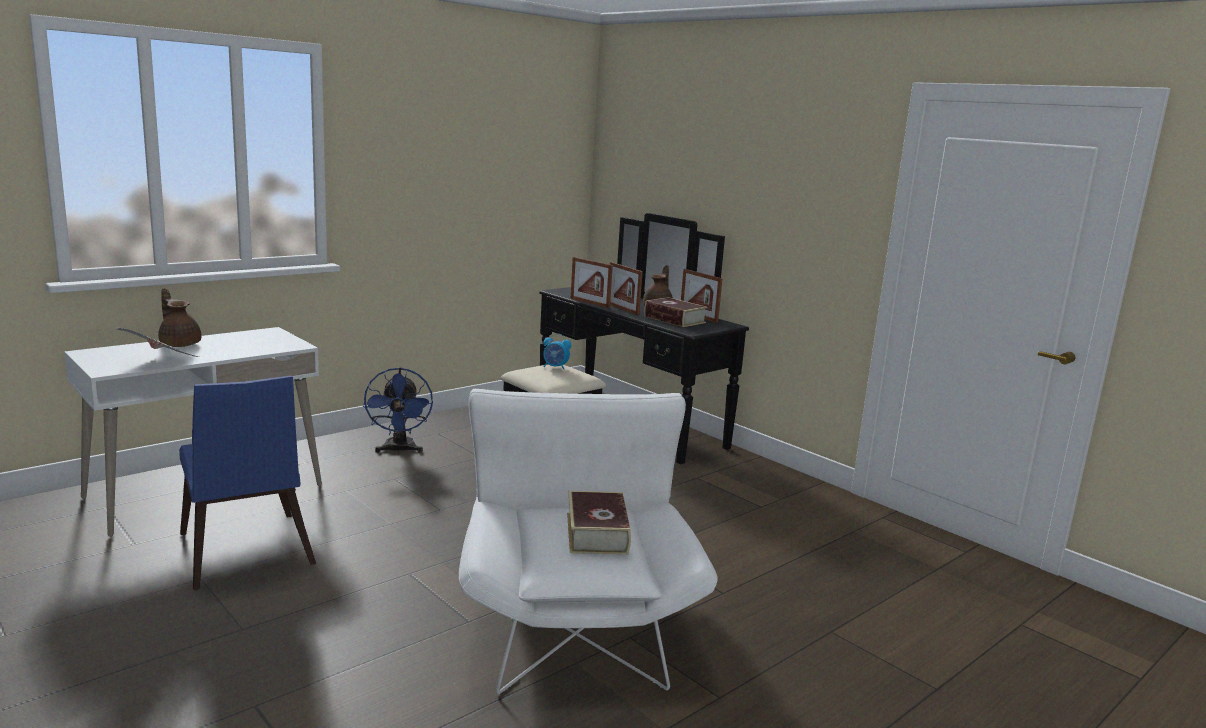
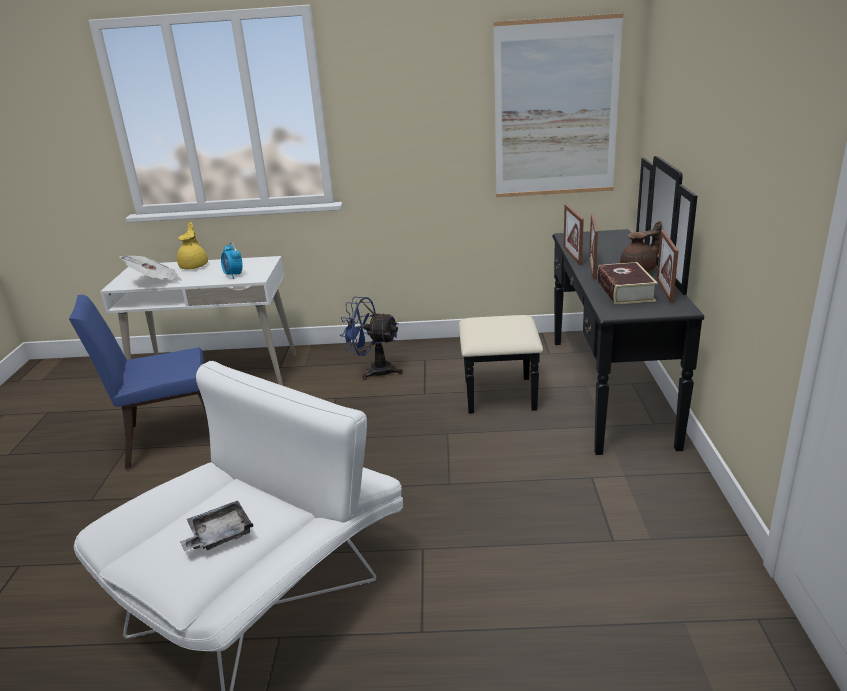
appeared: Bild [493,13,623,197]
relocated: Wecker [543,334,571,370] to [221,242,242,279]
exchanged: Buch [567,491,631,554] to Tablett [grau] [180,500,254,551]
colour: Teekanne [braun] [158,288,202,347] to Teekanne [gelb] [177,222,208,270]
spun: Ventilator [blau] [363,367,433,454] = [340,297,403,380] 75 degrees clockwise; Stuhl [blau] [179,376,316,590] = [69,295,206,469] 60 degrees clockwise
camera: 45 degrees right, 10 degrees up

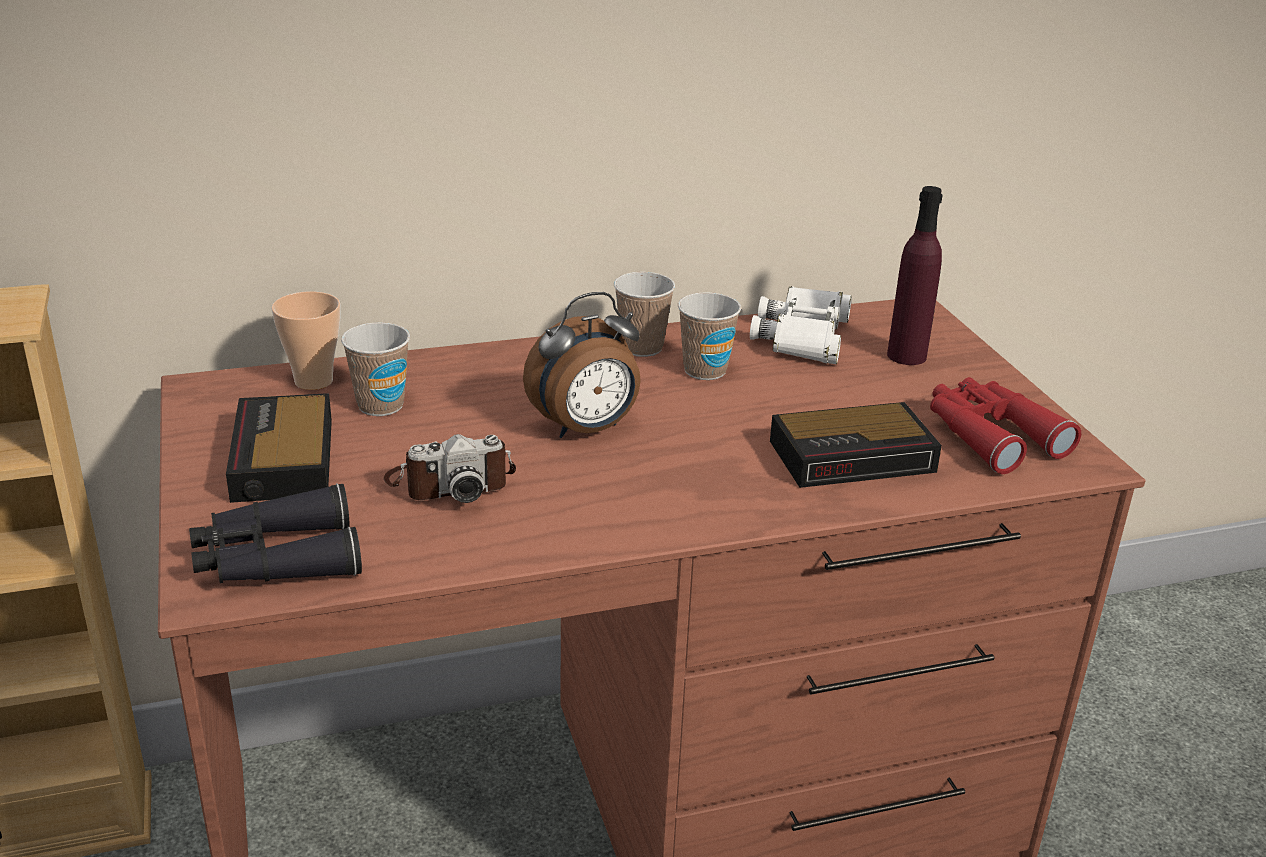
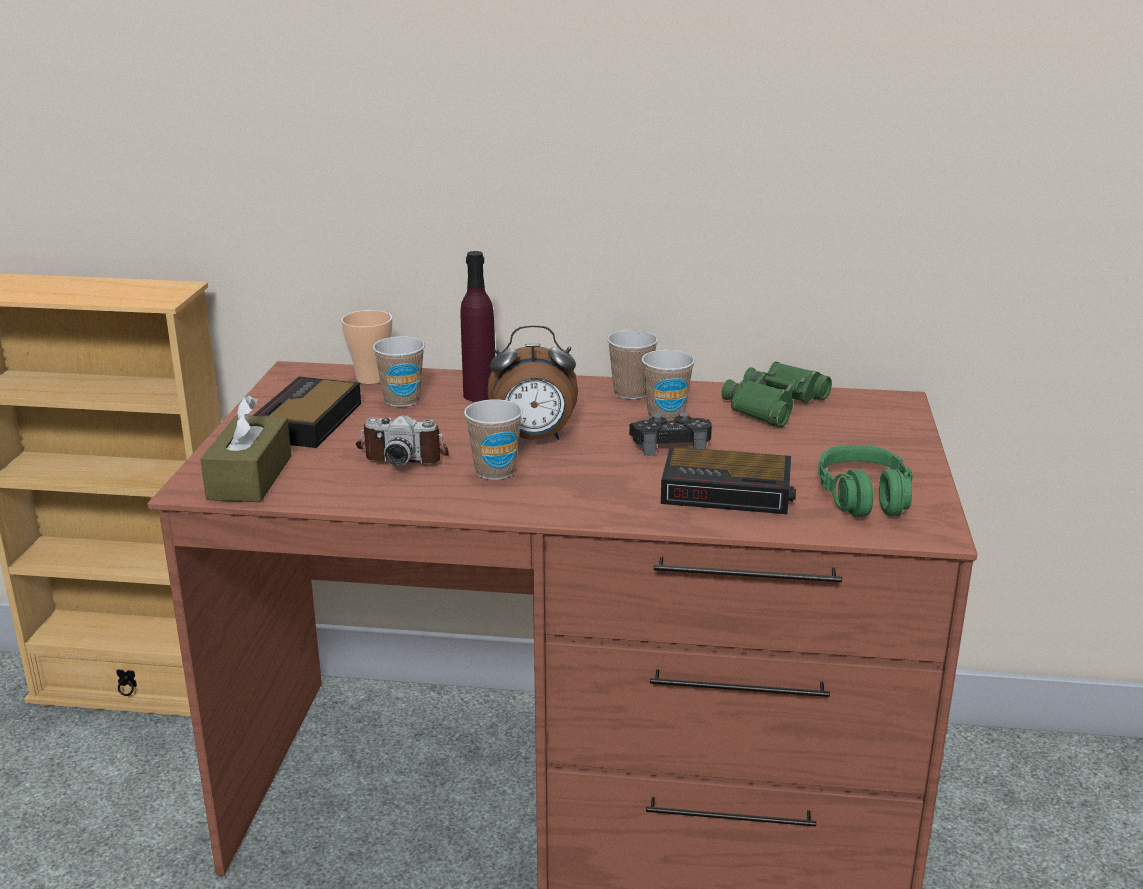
appeared: Tasse [464,399,523,480]; Gamepad [schwarz] [629,412,712,456]
relocated: Flasche [lila] [887,186,943,365] to [460,251,495,402]
exchanged: Fernglas [rot] [930,377,1081,474] to Kopfhörer [grün] [818,445,913,517]; Fernglas [schwarz] [189,483,362,583] to Taschentuchbox [braun] [200,396,291,502]
colour: Fernglas [weiß] [750,286,852,364] to Fernglas [grün] [722,361,832,427]
camera: 25 degrees right, 5 degrees down

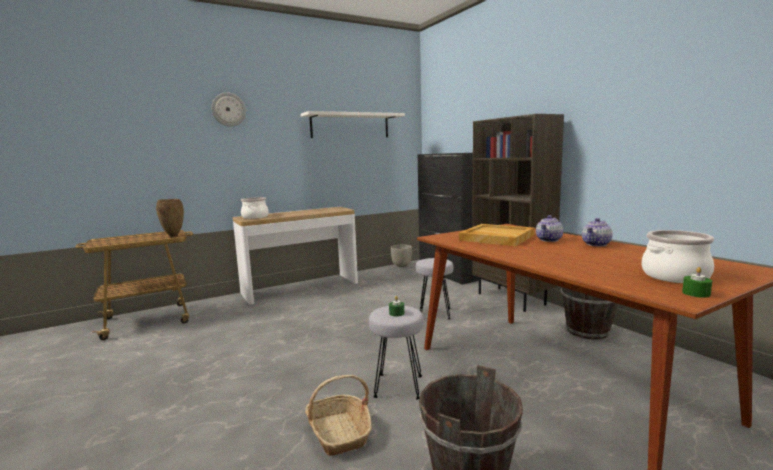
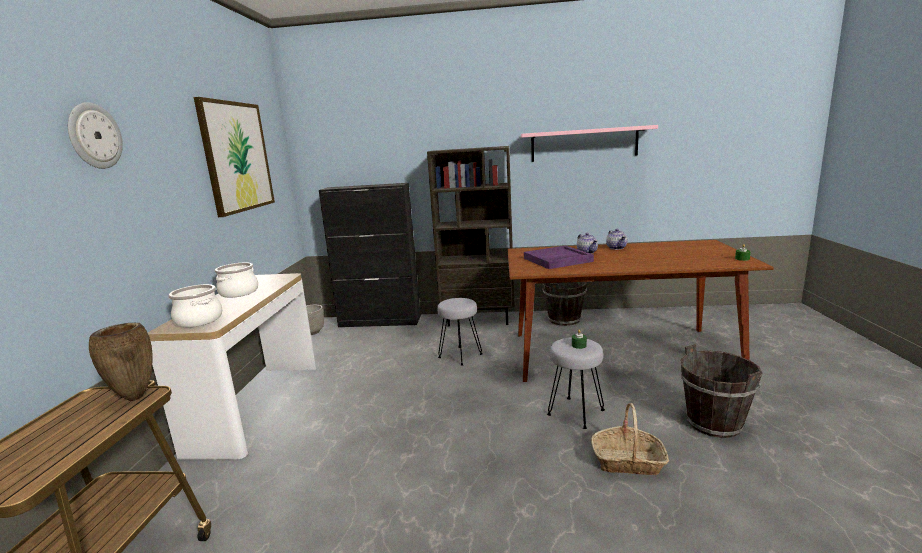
appeared: Wandregal [rosa] [521,125,658,162]
relocated: Kochtopf [642,230,714,283] to [215,262,258,298]
exchanged: Wandregal [weiß] [301,111,405,138] to Bild [194,97,275,217]
colour: Tablett [beige] [459,224,534,246] to Tablett [lila] [524,246,594,269]
camera: 55 degrees left, 5 degrees up

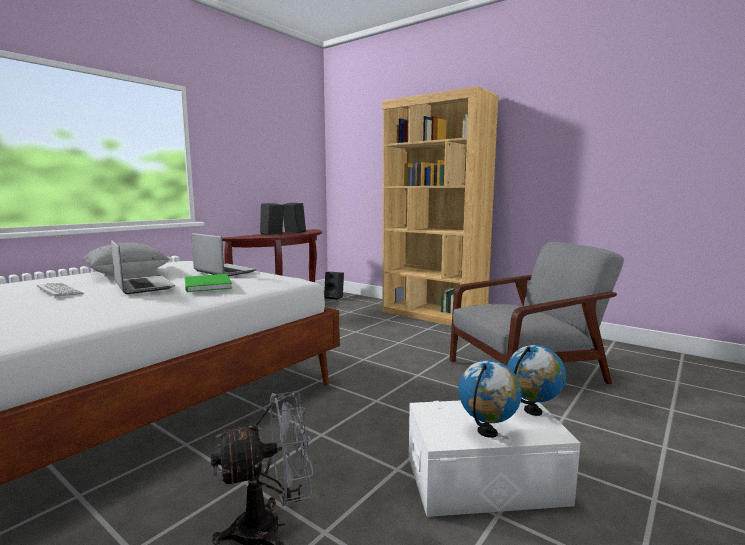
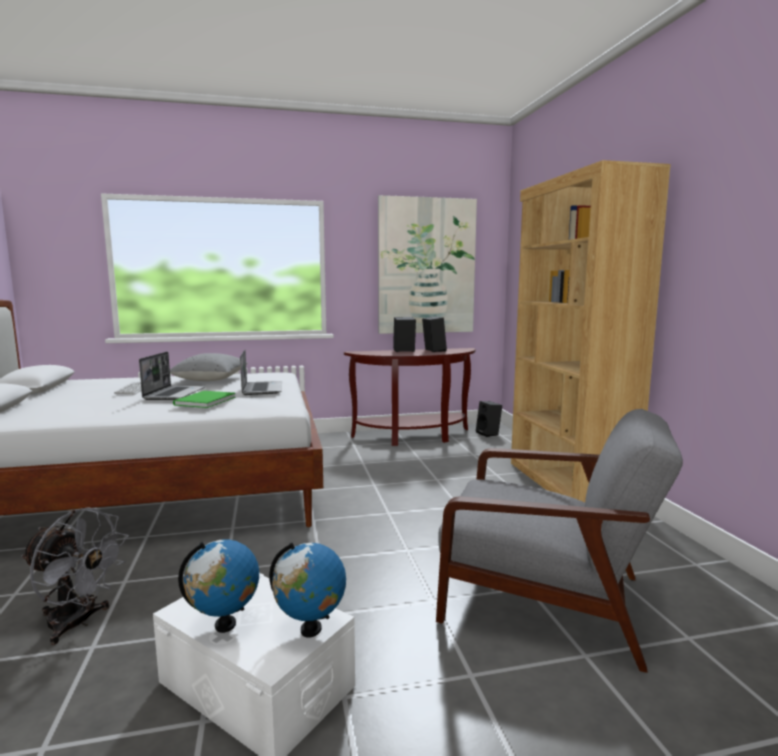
appeared: Bild [378,195,477,334]
camera: 40 degrees right, 0 degrees up

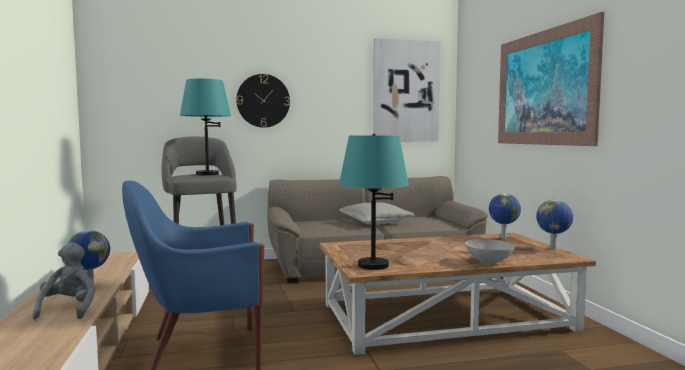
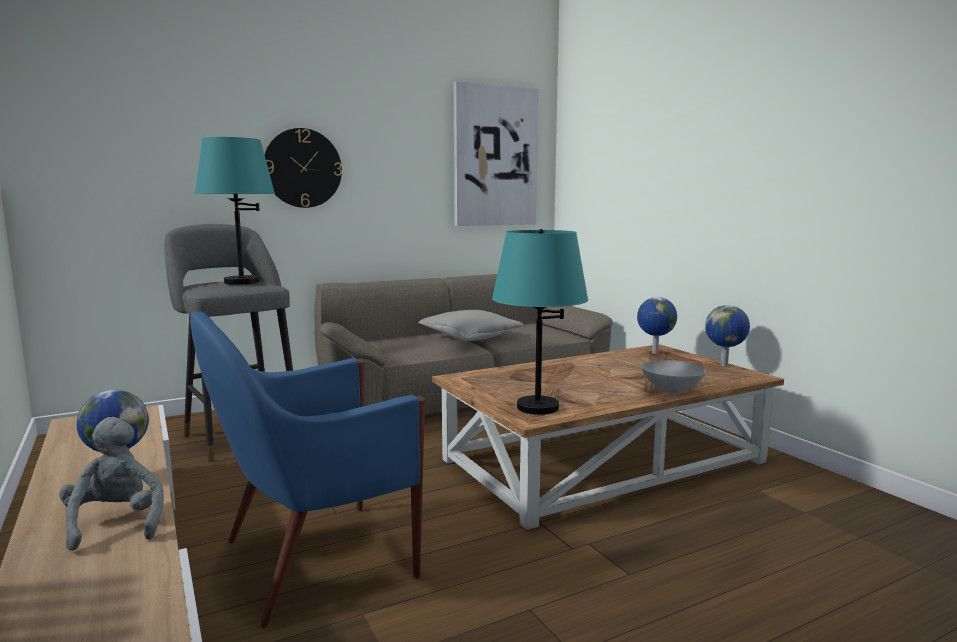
missing: Bild [498,12,604,146]
camera: 15 degrees left, 5 degrees up

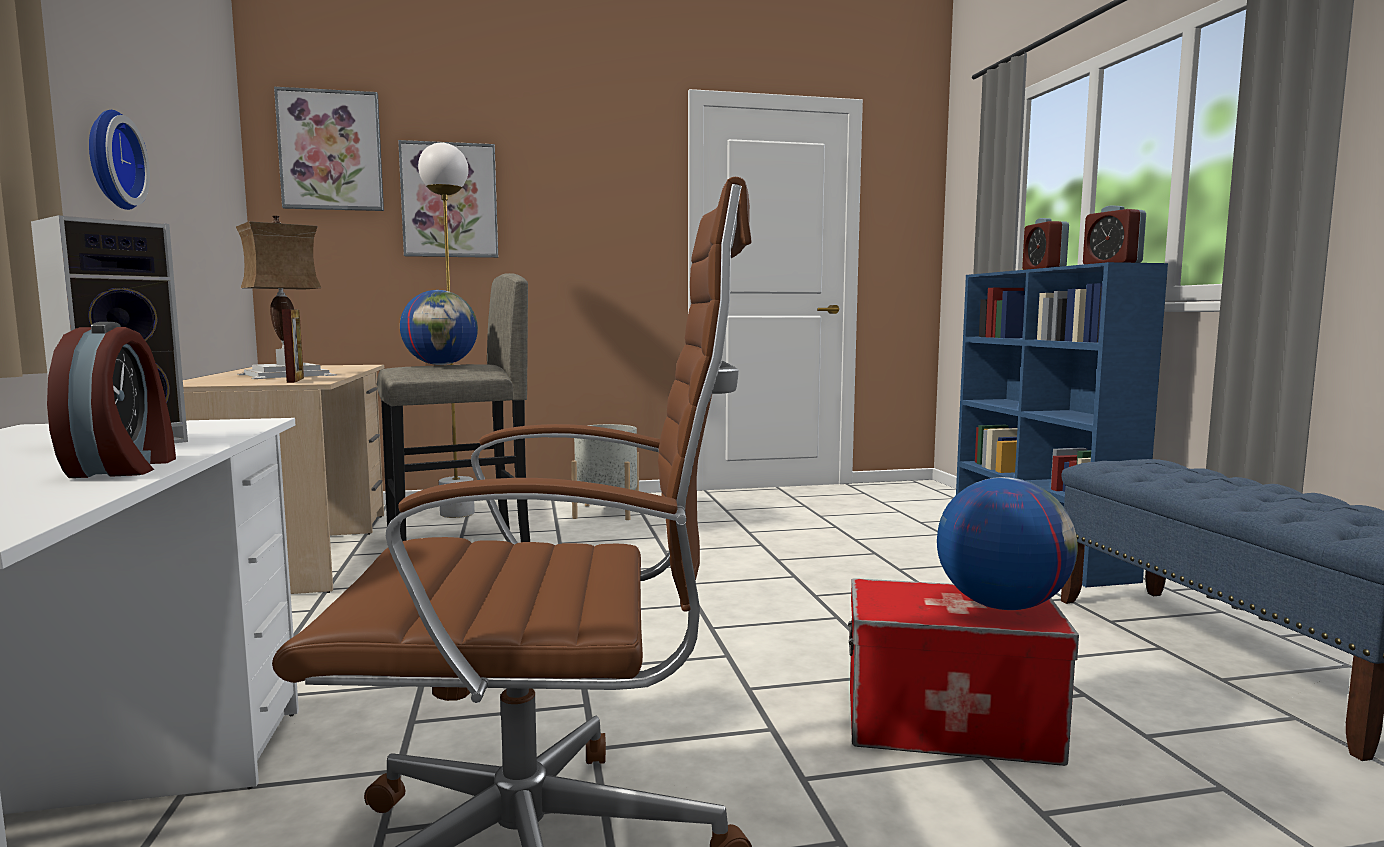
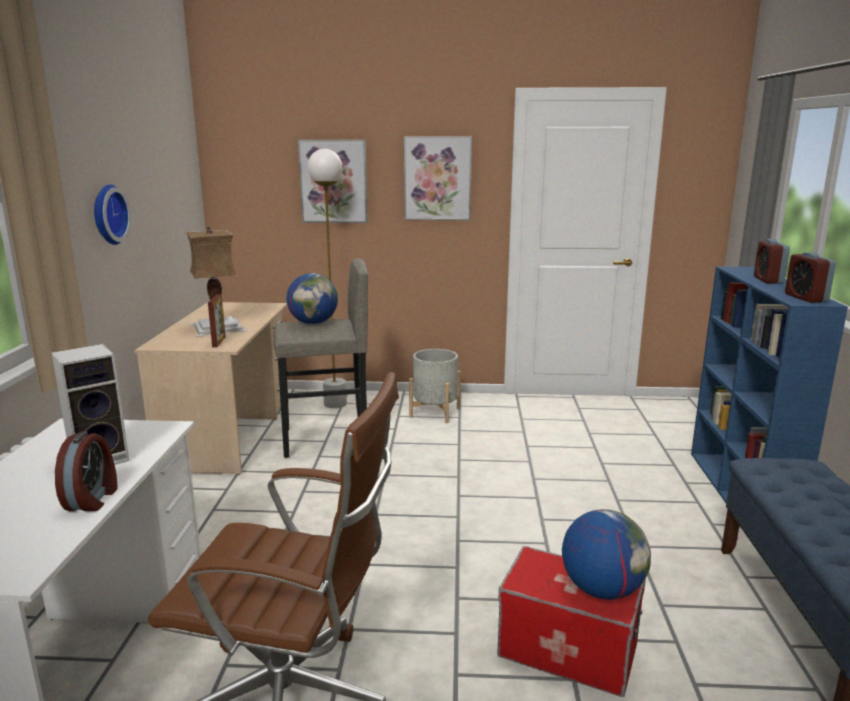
relocated: Bild [274,87,384,211] to [404,136,472,221]
camera: 15 degrees right, 10 degrees up

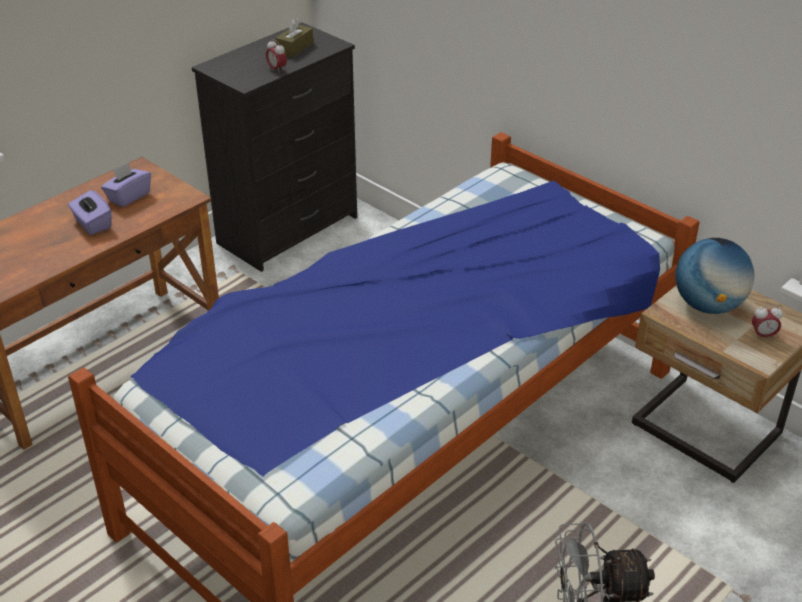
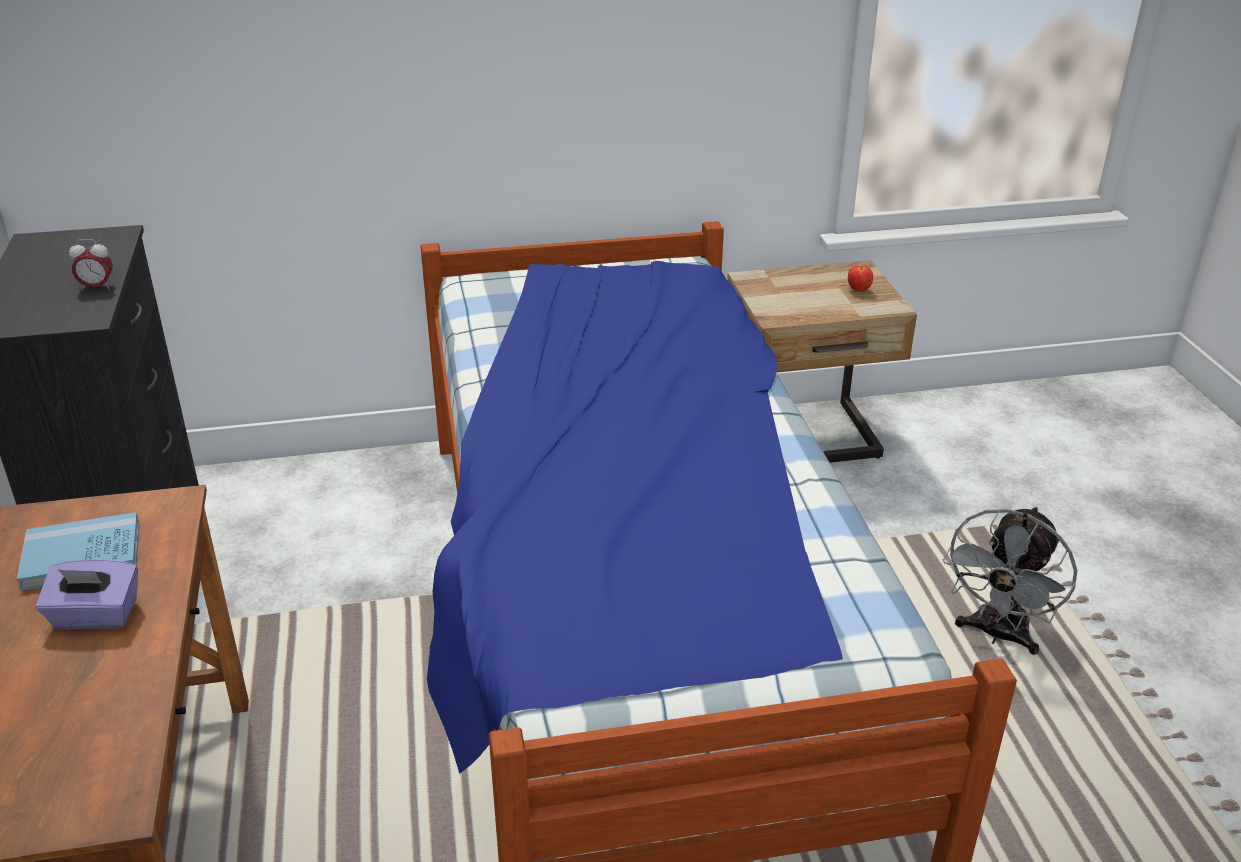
missing: Taschentuchbox [braun] [275,18,313,58]; Globus [675,238,755,314]
exchanged: Taschentuchbox [lila] [101,162,151,207] to Buch [blau] [17,512,139,591]; Wecker [752,305,783,339] to Apfel [848,265,873,292]
camera: 55 degrees left, 5 degrees down

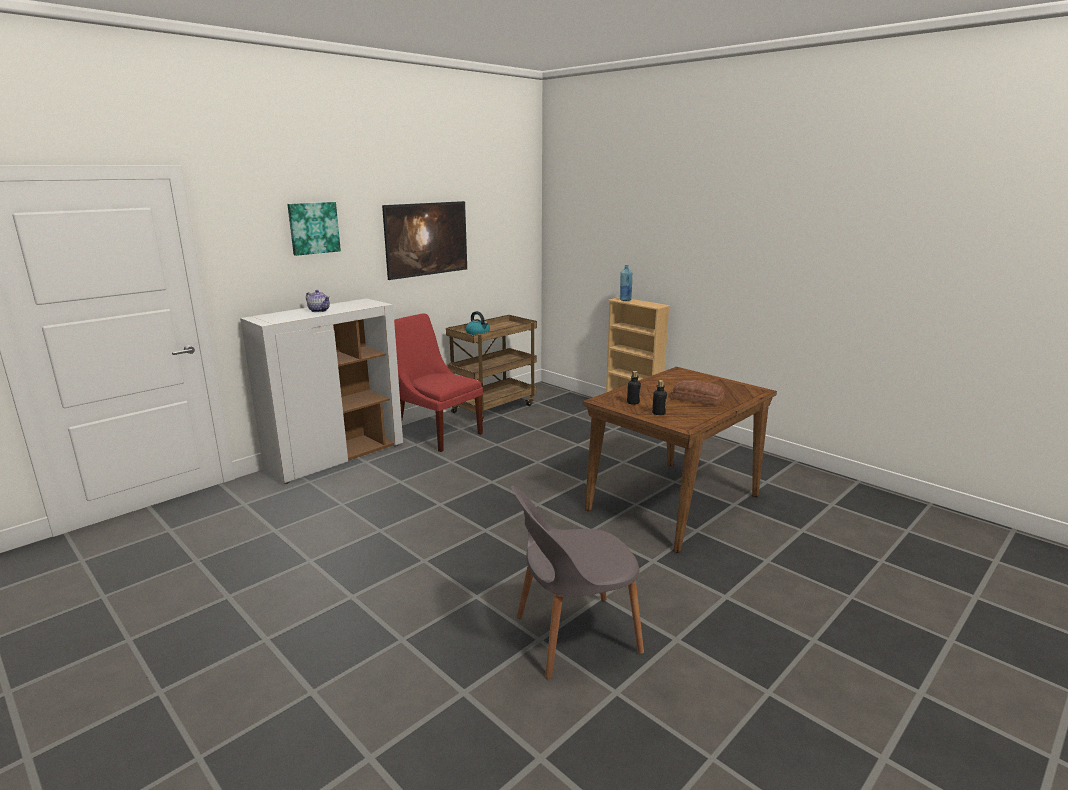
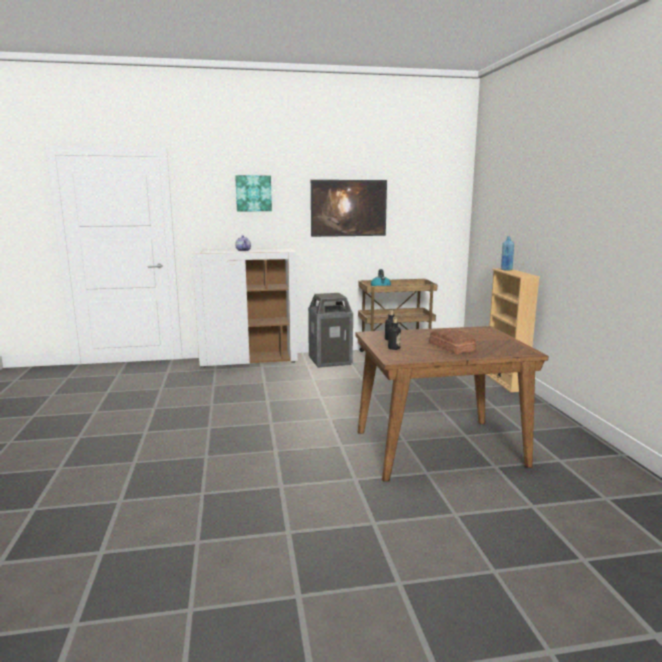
missing: Stuhl [grau] [511,485,644,679]
exchanged: Stuhl [rot] [394,313,483,452] to Mülleimer [308,293,353,368]
camera: 35 degrees right, 5 degrees down

